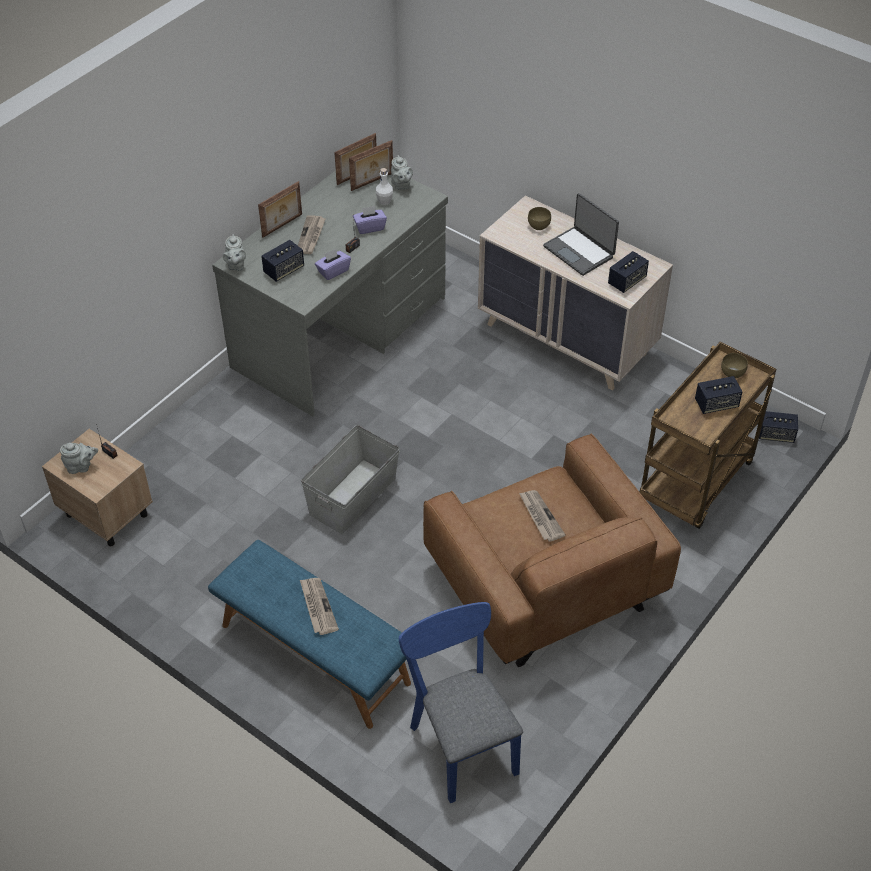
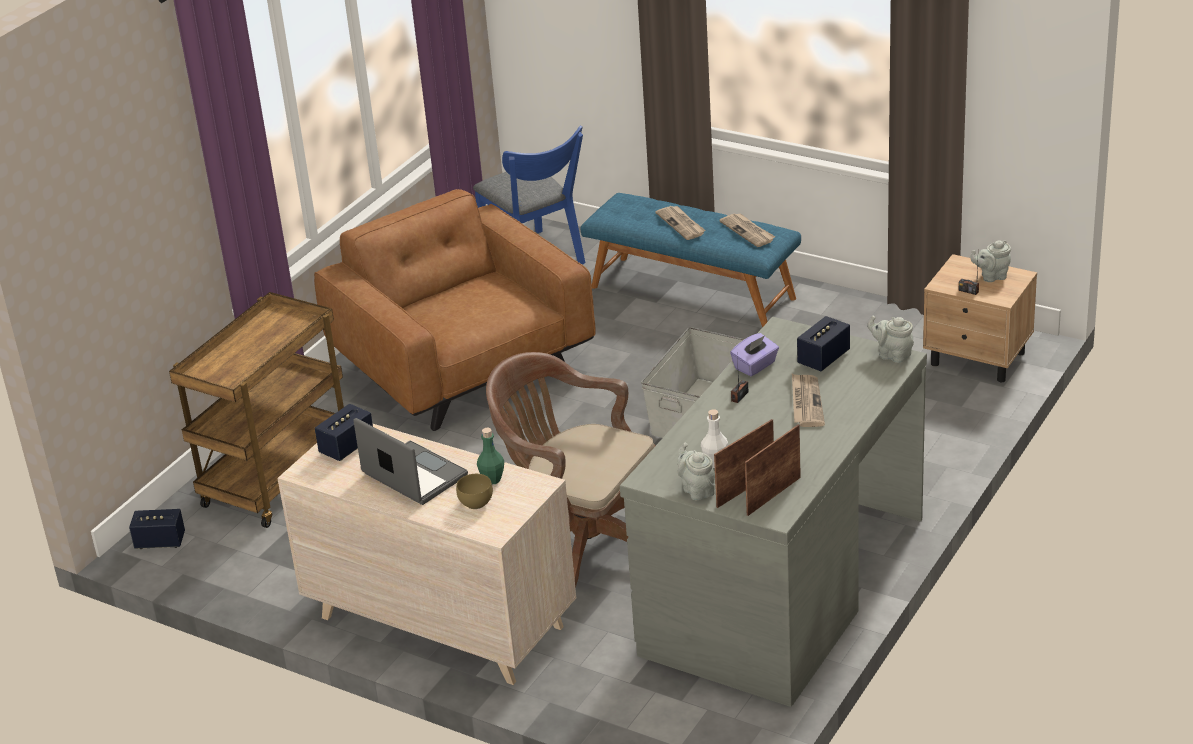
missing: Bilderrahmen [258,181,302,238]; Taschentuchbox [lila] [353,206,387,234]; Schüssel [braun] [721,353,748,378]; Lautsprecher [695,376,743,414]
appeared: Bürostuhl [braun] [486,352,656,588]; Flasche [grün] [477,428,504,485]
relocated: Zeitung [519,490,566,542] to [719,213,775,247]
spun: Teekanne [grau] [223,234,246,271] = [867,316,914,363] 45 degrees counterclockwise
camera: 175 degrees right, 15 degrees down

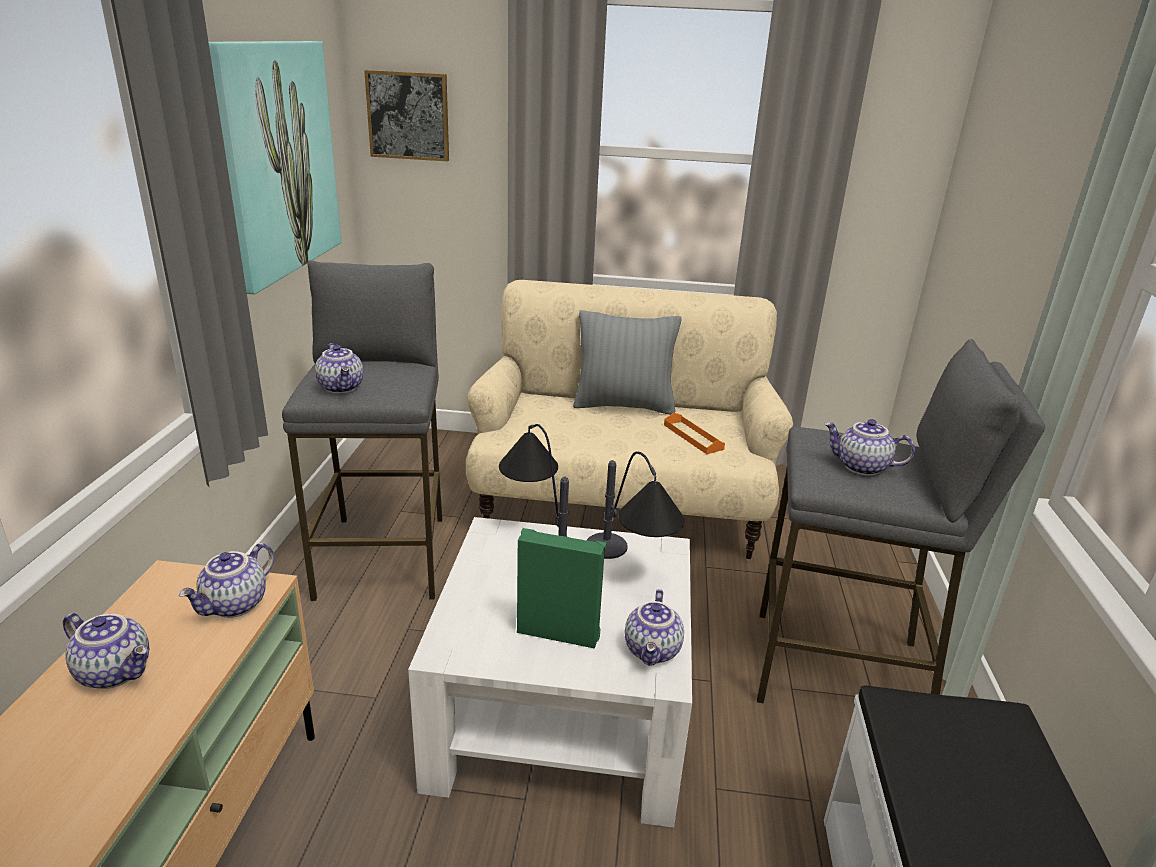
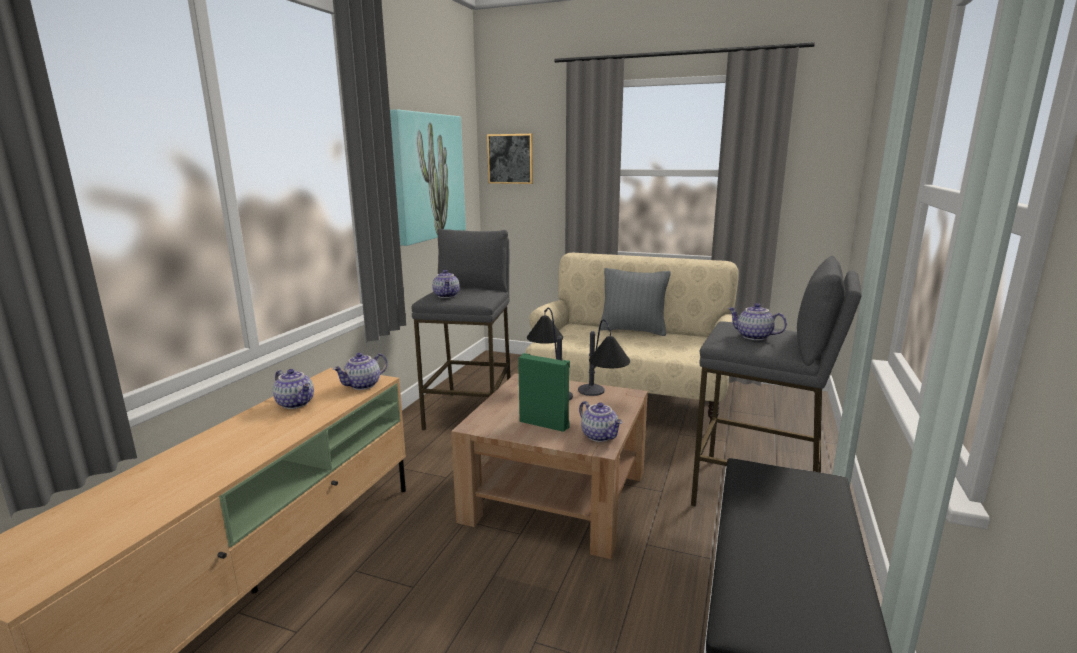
missing: Tablett [orange] [664,413,725,454]
colour: Couchtisch [weiß] [408,517,692,828] to Couchtisch [braun] [451,373,648,559]
spun: Teekanne [625,589,684,666] = [579,401,623,442] 60 degrees counterclockwise
camera: 15 degrees right, 10 degrees down

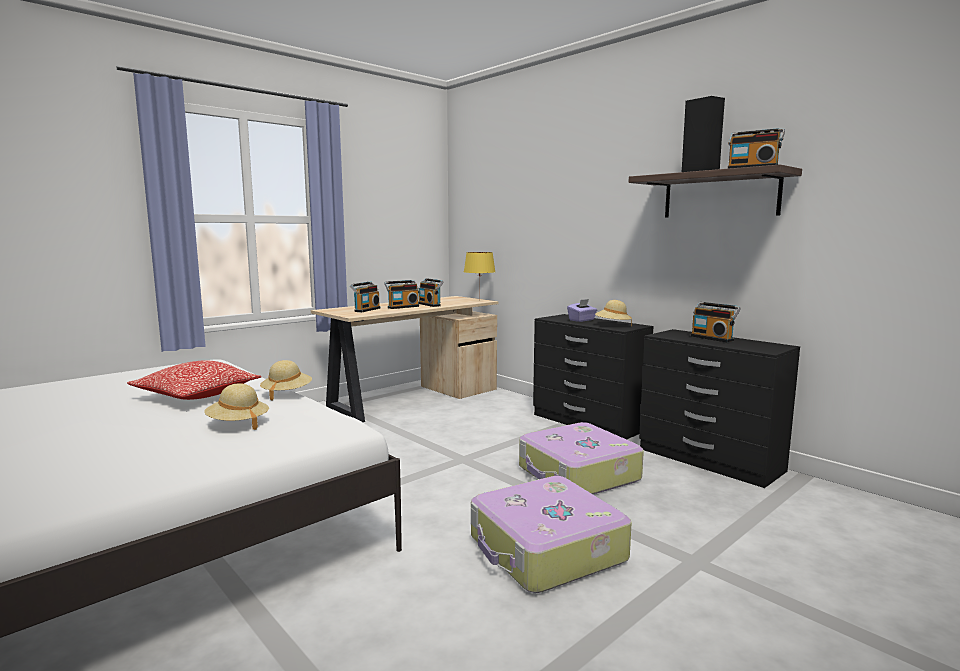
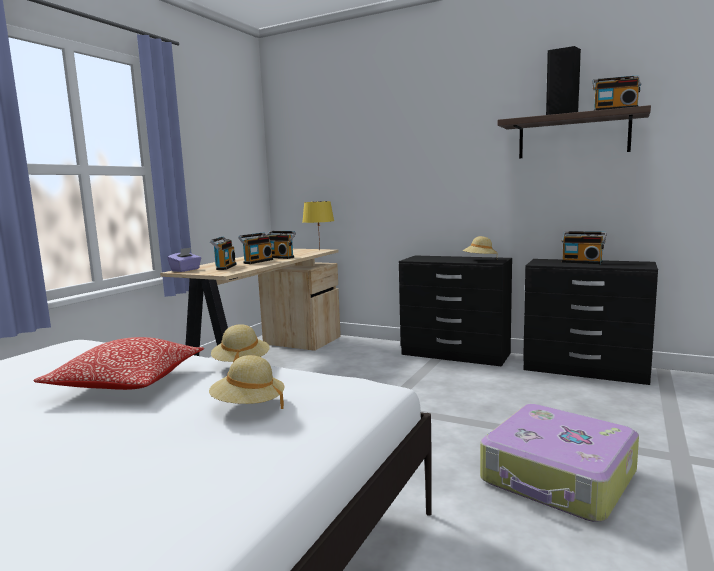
missing: Koffer [519,422,644,494]
relocated: Taschentuchbox [lila] [567,299,597,322] to [167,247,201,272]
camera: 20 degrees left, 0 degrees up

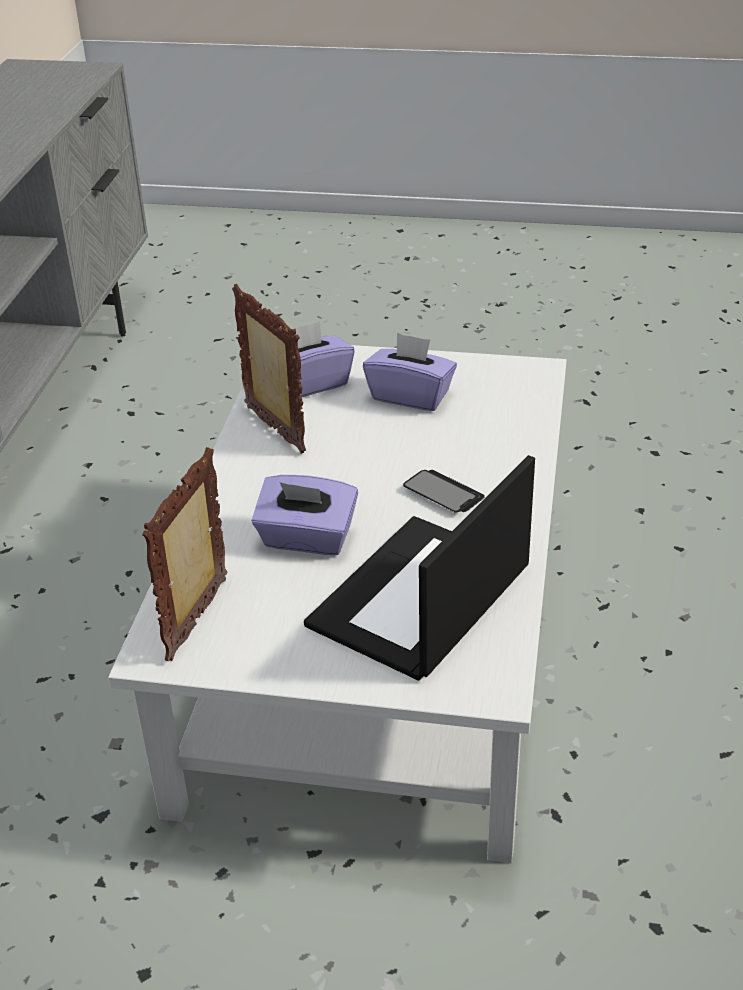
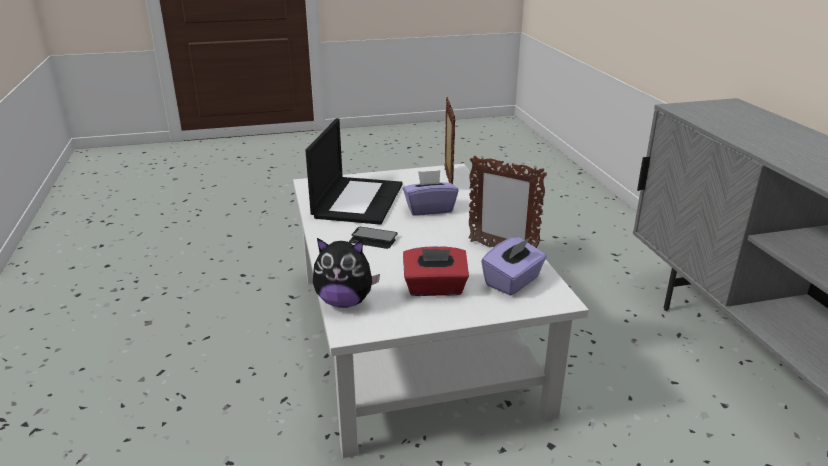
appeared: Plüschtier [313,238,380,308]
colour: Taschentuchbox [lila] [363,332,457,411] to Taschentuchbox [rot] [403,246,469,296]
camera: 155 degrees right, 10 degrees down

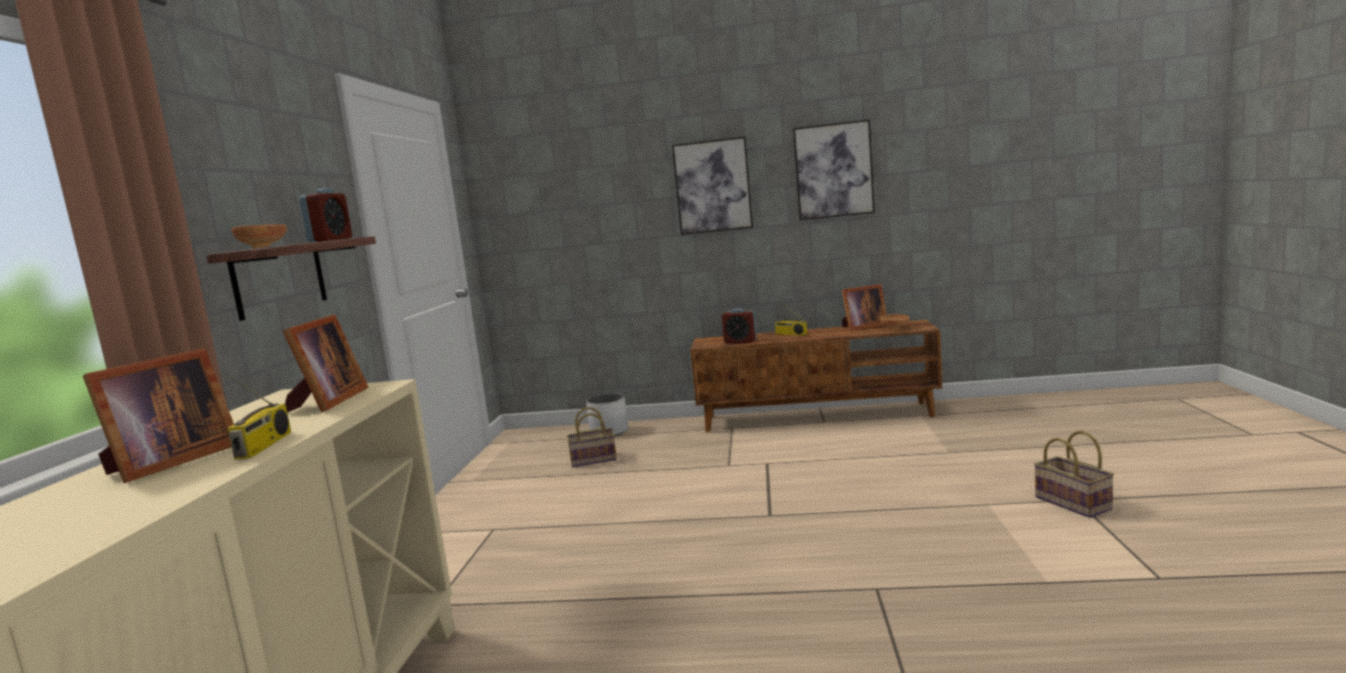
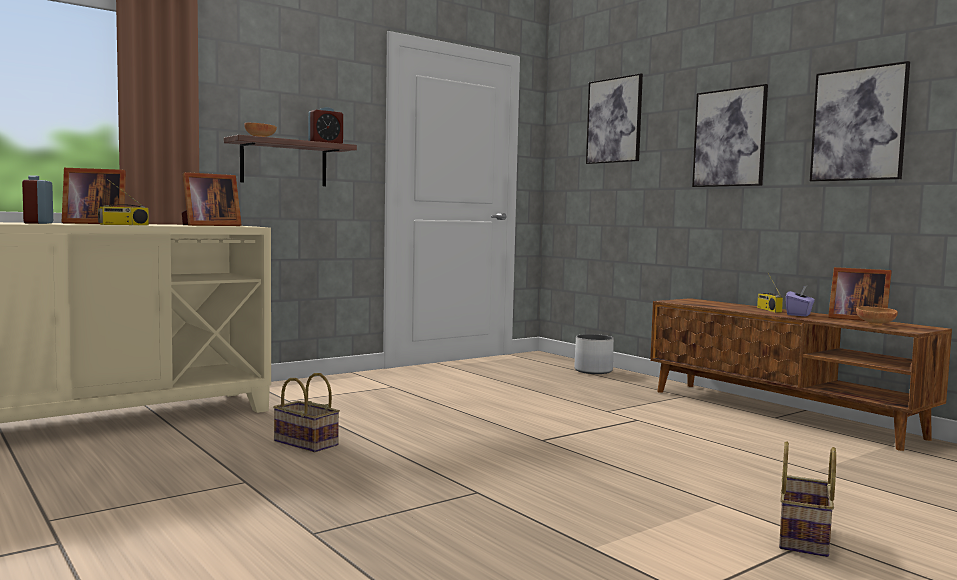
appeared: Bild [586,73,643,164]; Taschentuchbox [lila] [786,286,815,316]
relocated: Wecker [722,308,756,343] to [22,175,53,224]; Korb [567,407,617,467] to [273,373,340,452]
camera: 45 degrees right, 5 degrees down

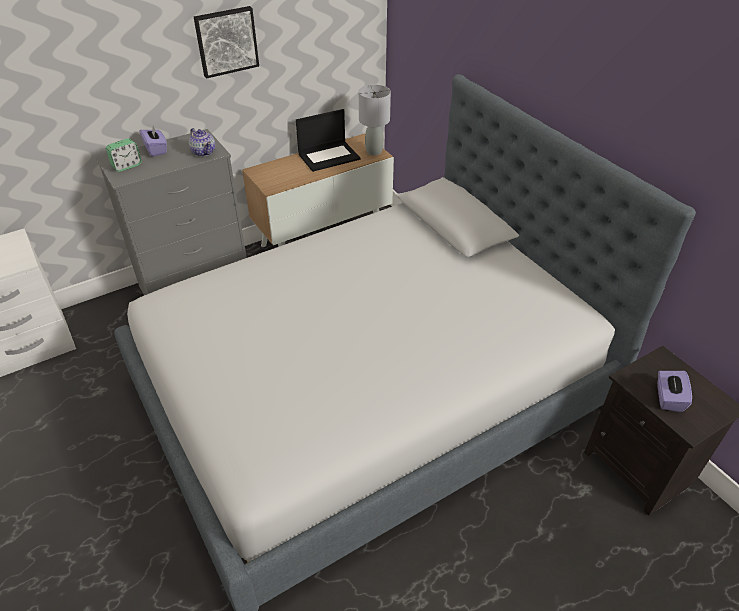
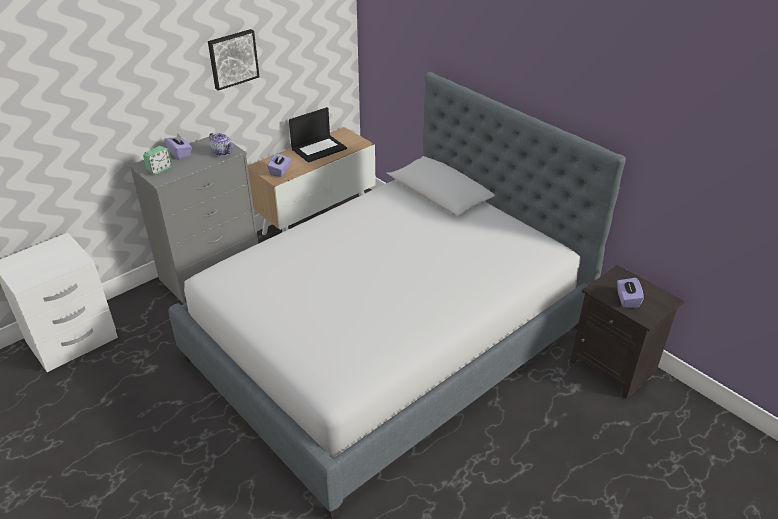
missing: Tischlampe [grau] [359,85,391,155]
appeared: Taschentuchbox [lila] [267,153,291,177]
camera: 10 degrees left, 5 degrees down

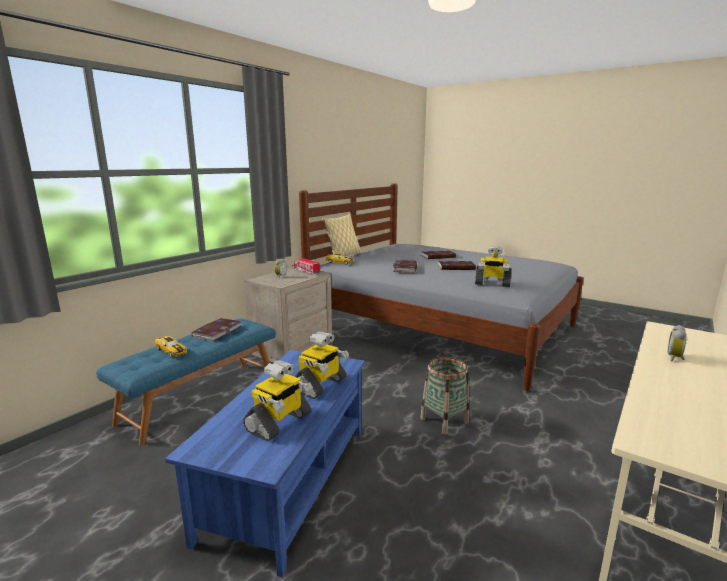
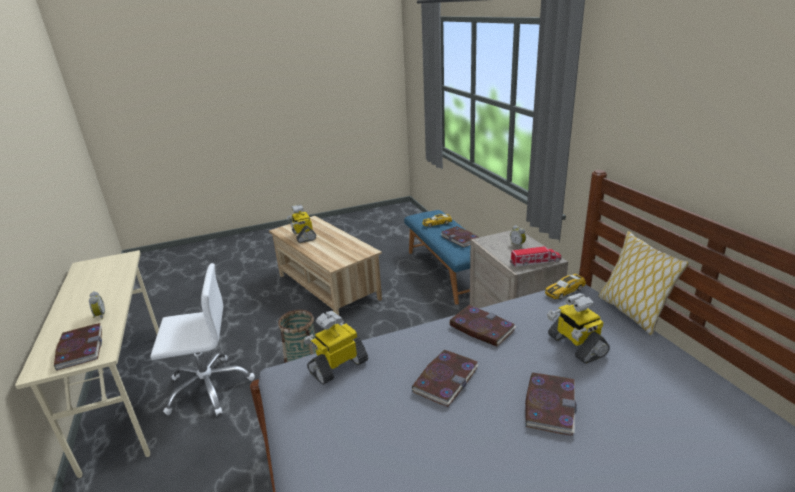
appeared: Bürostuhl [weiß] [150,263,254,416]; Buch [54,323,102,371]
relocated: Spielzeugroboter [295,331,349,399] to [547,293,610,364]
colour: Couchtisch [blau] [165,350,365,577] to Couchtisch [beige] [269,216,382,315]
camera: 125 degrees right, 10 degrees up

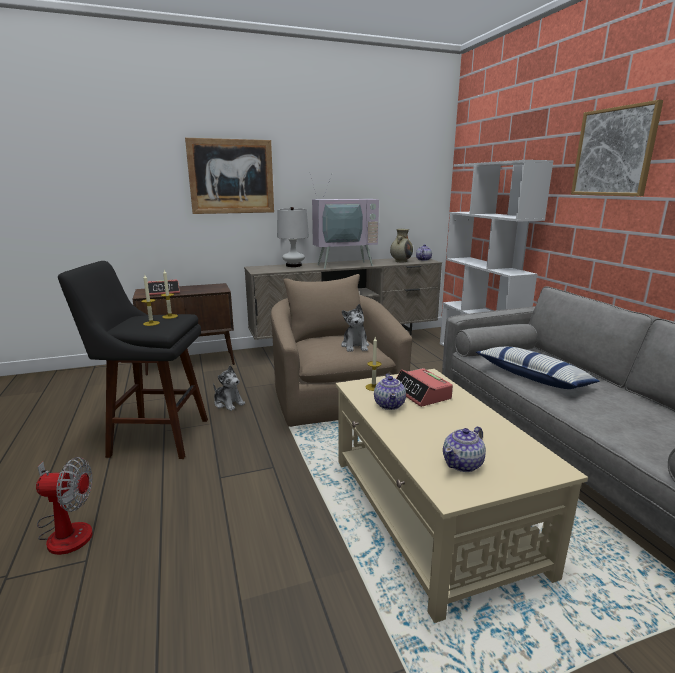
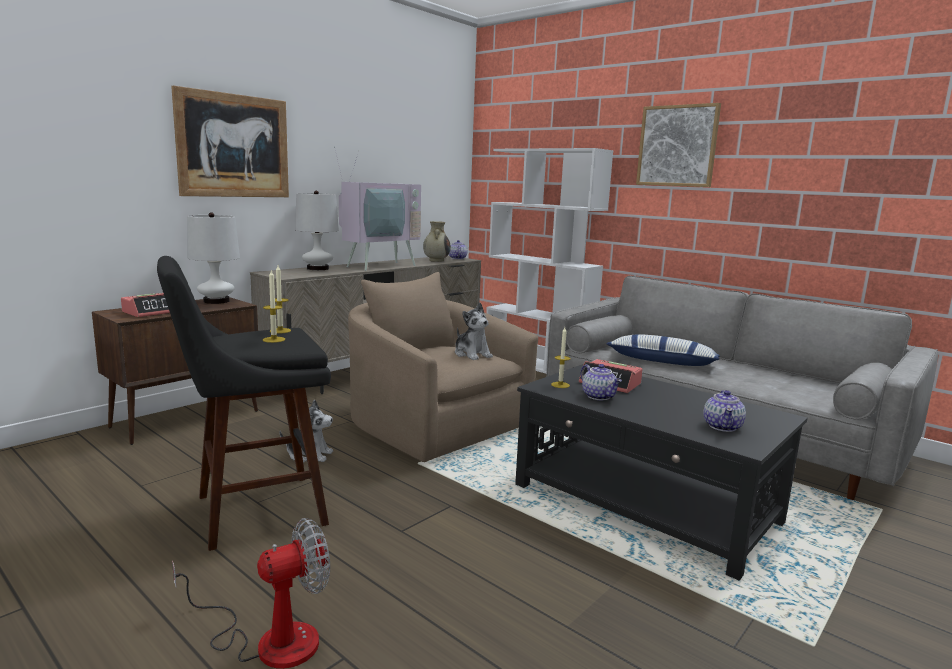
appeared: Tischlampe [weiß] [187,212,240,304]
colour: Couchtisch [beige] [336,369,588,623] to Couchtisch [schwarz] [515,364,808,581]
camera: 30 degrees left, 5 degrees down

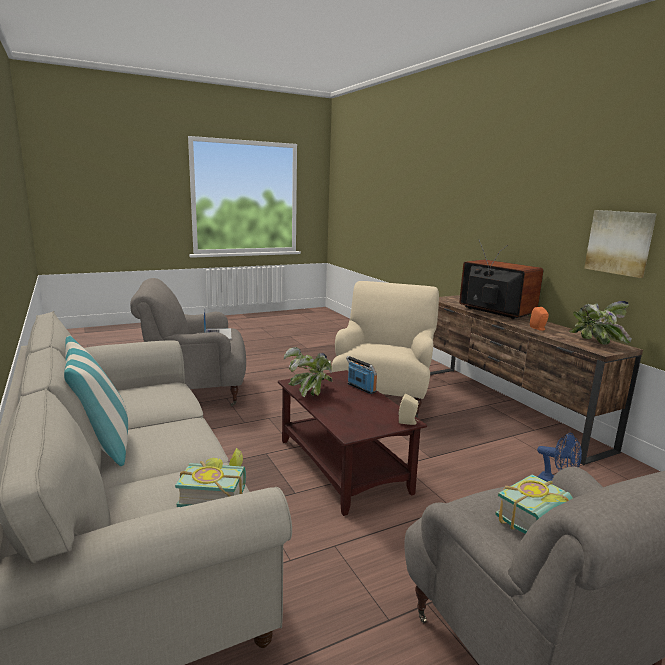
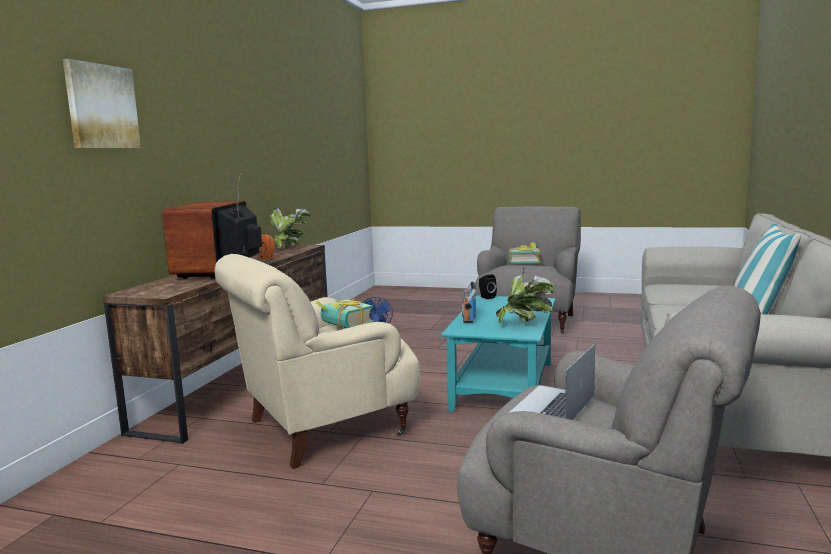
relocated: Bild [584,210,657,278] to [63,59,141,148]; Buch [175,448,246,507] to [316,299,373,329]
colour: Couchtisch [braun] [278,370,427,516] to Couchtisch [türkis] [441,295,555,412]; Lautsprecher [beige] [399,394,419,425] to Lautsprecher [schwarz] [479,274,497,299]
camera: 135 degrees left, 5 degrees down

